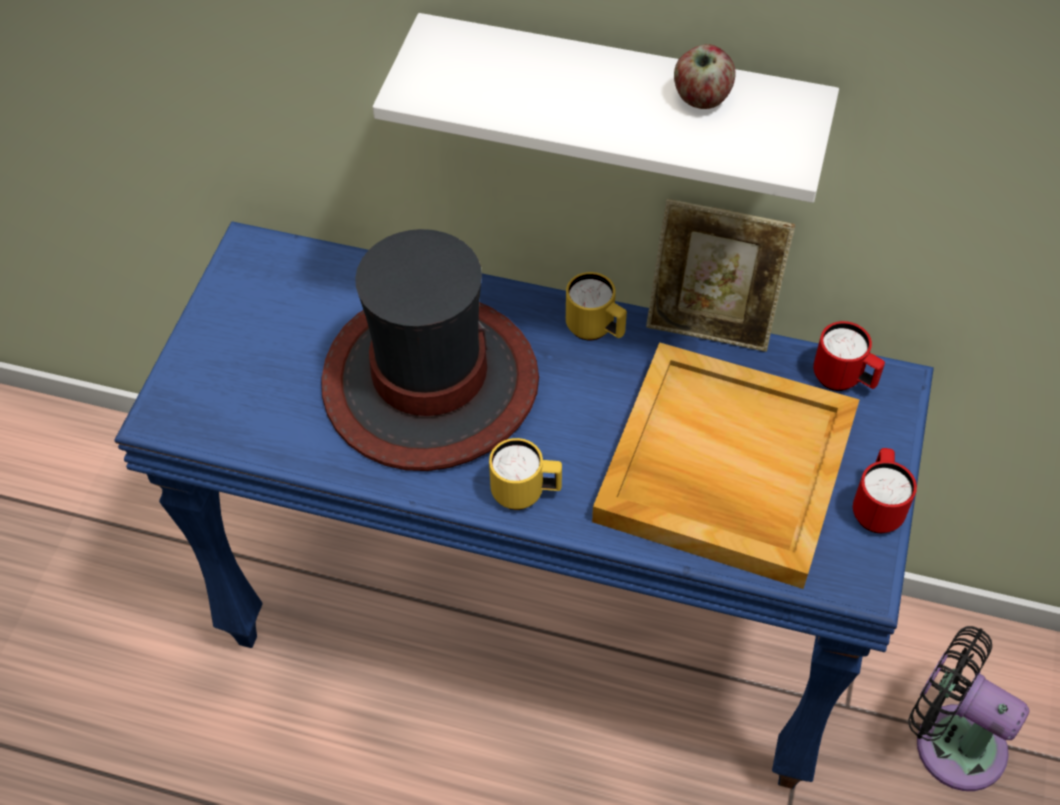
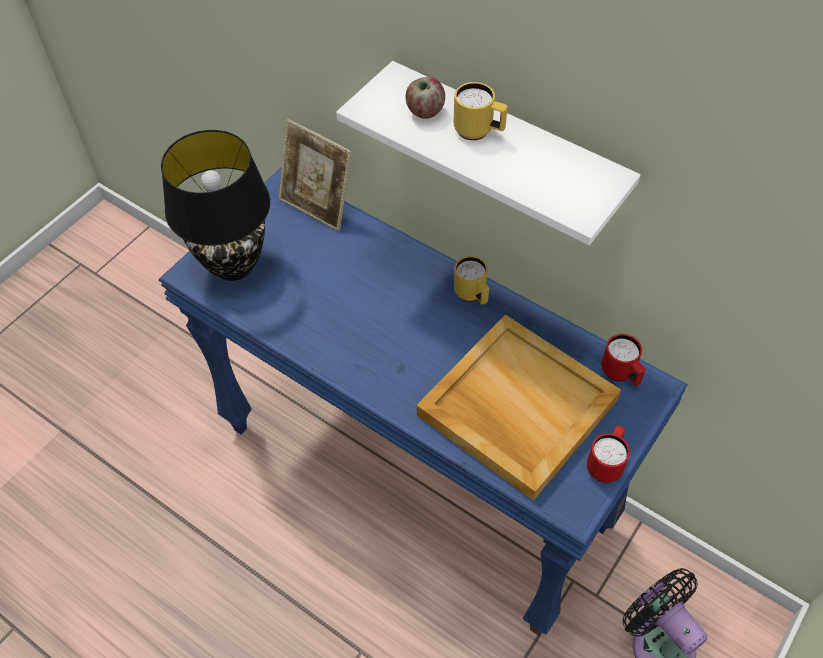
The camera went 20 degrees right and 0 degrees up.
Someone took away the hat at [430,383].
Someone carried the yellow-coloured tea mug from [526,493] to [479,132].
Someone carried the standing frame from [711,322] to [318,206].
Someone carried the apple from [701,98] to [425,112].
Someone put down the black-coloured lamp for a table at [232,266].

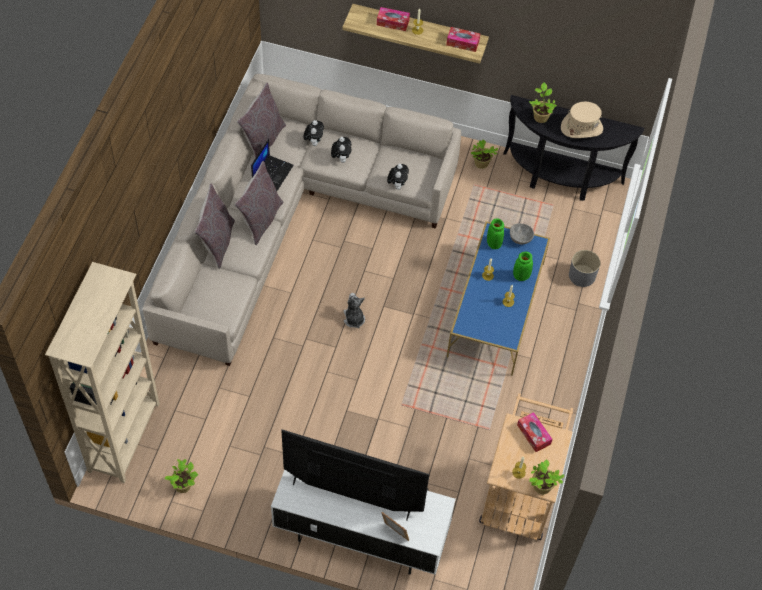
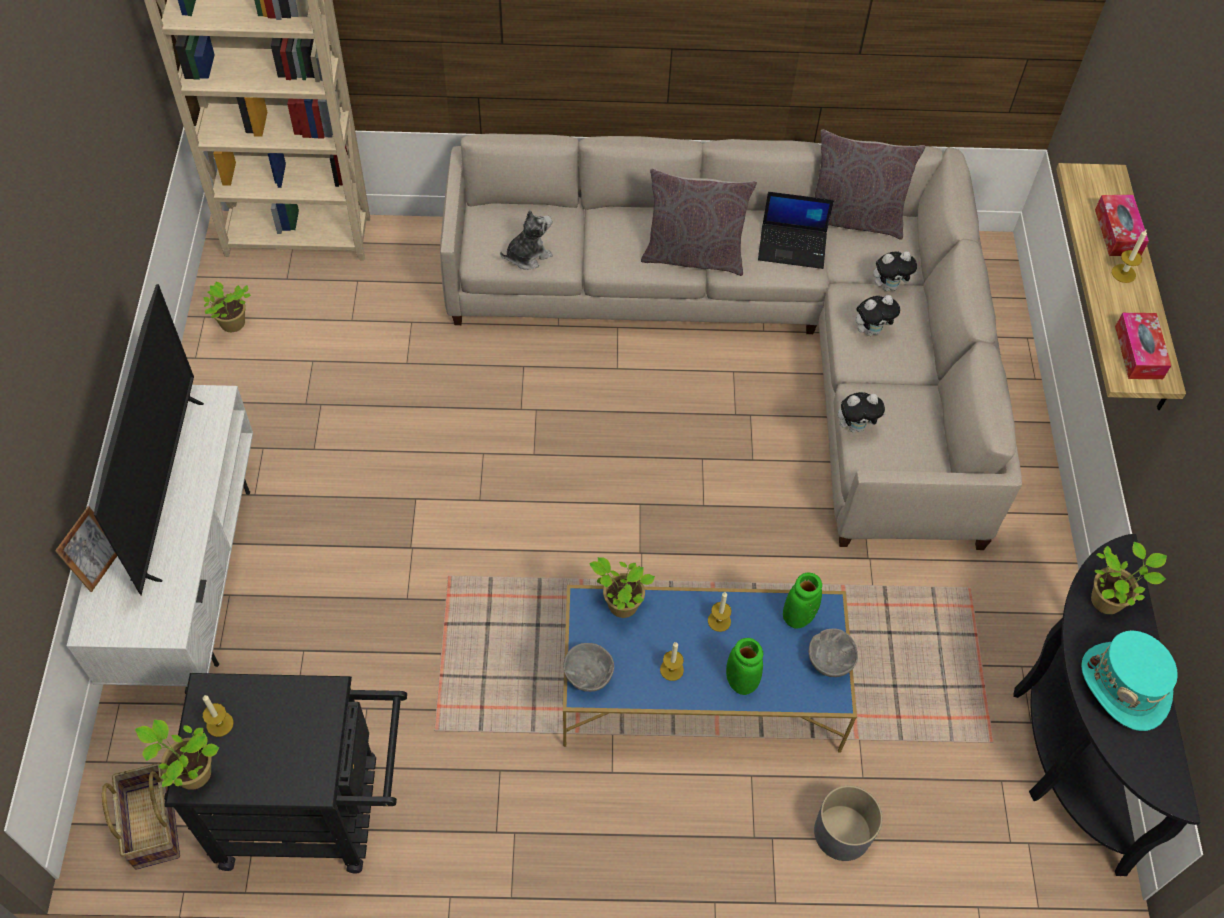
The camera went 75 degrees right and 0 degrees up.
Someone took away the greyish cushion at [217,242].
Someone carried the cuddly toy from [354,319] to [528,255].
Someone carried the plant in a pot from [481,164] to [620,604].
Someone repainted the beige-coloured wheeled cart at [519,492], which became the black-coloured wheeled cart at [315,811].
Someone took away the tissue box at [533,434].
Someone repainted the beige-coloured hat at [581,128], which became the blue-green hat at [1124,687].
Someone put down the household basket at [151,824].
Someone put down the greyish bowl at [589,675].

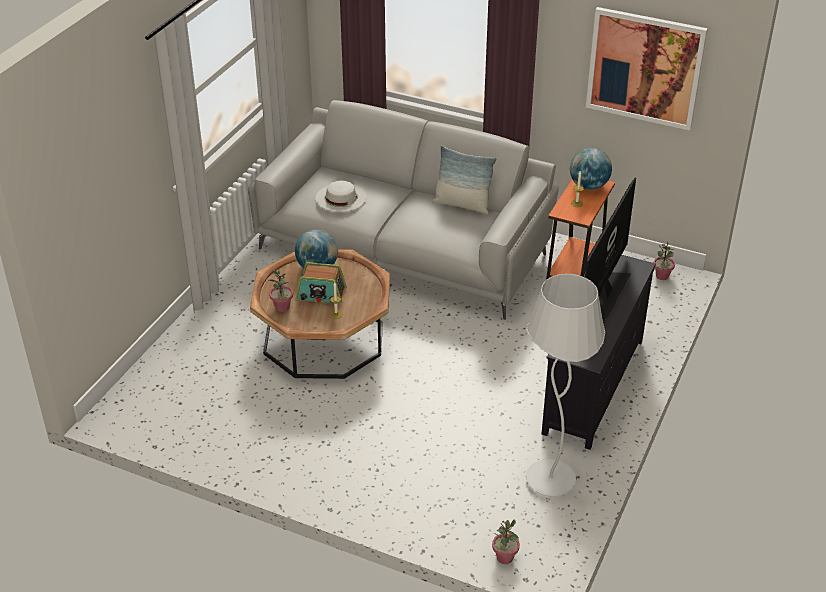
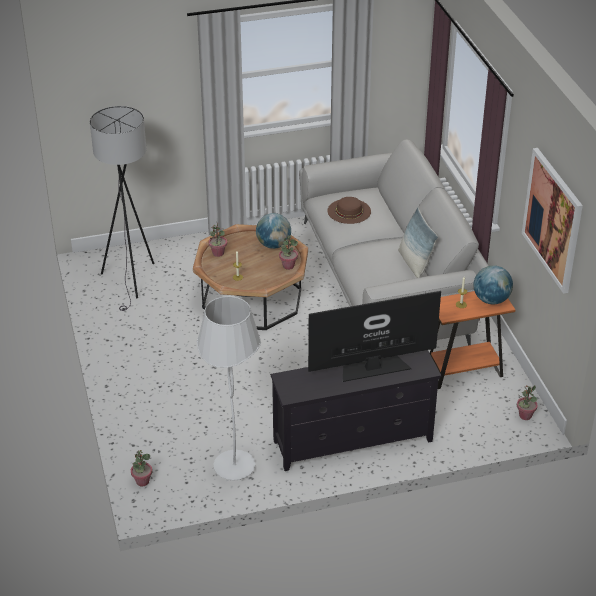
The camera went 50 degrees right and 0 degrees up.
Someone took away the radio receiver at [321,294].
Someone repainted the white-coloured hat at [341,197], which became the brownish hat at [349,211].
Someone put down the greyish floor lamp at [132,281].
Someone put down the plant in a pot at [288,266].

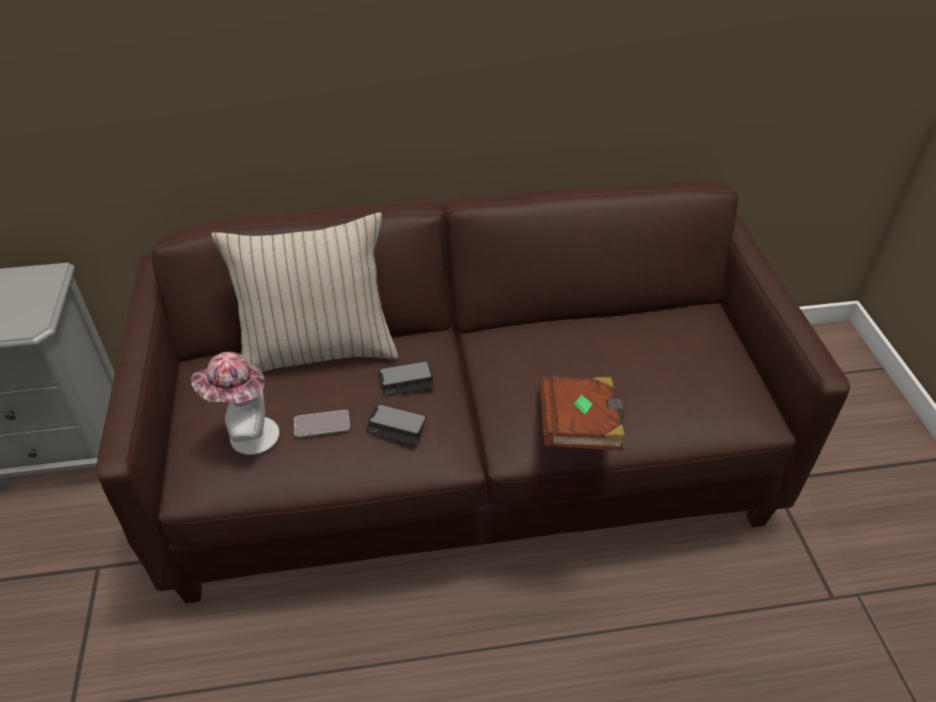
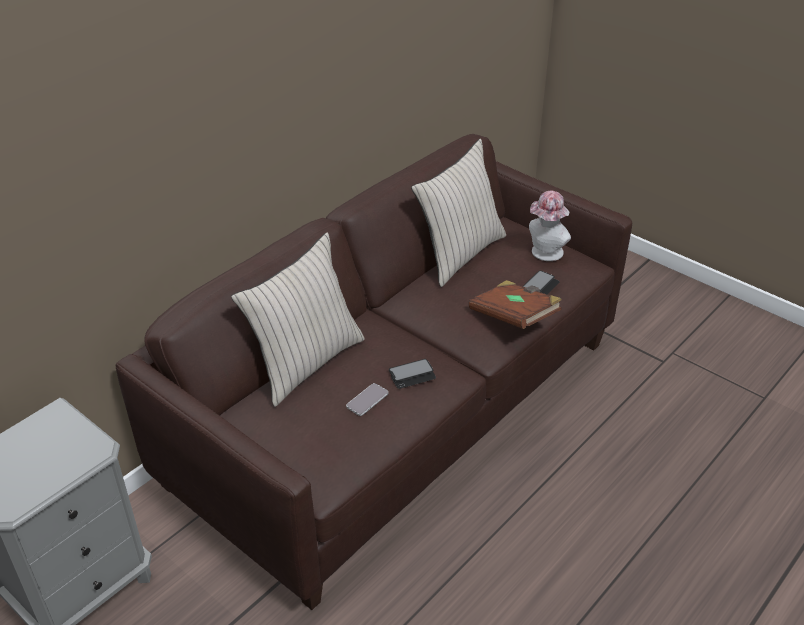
The camera went 40 degrees left and 5 degrees down.
Someone carried the hat from [247,436] to [545,254].
Someone carried the phone from [406,379] to [540,286].
Someone put down the beige-coloured cushion at [459,254].

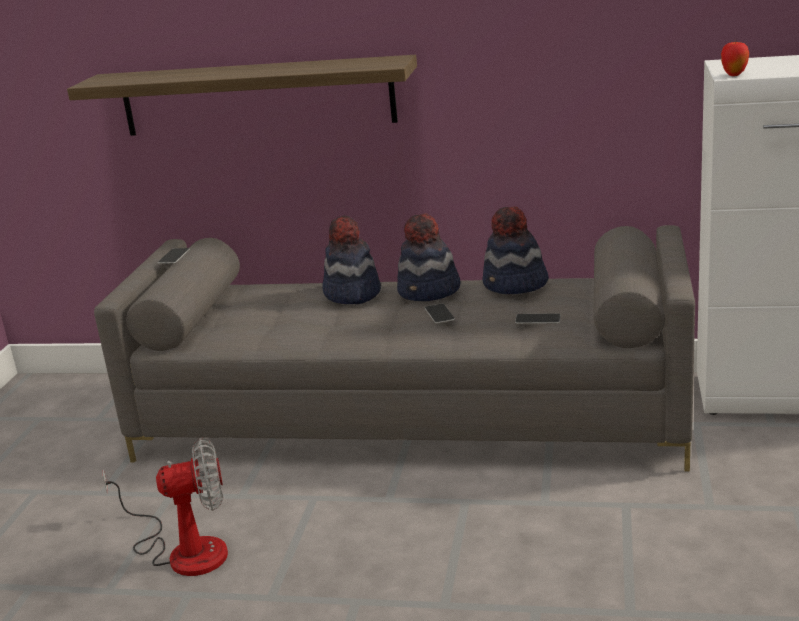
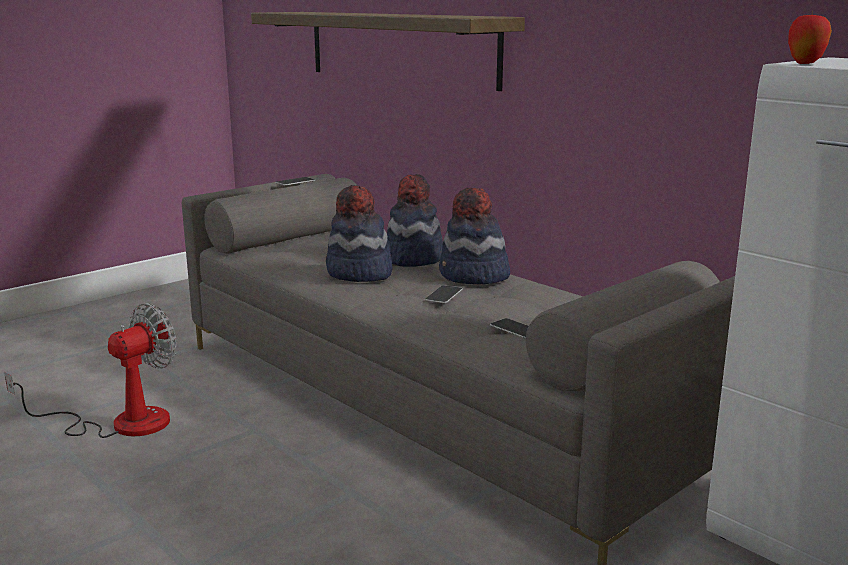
The camera went 35 degrees right and 5 degrees down.
Someone rotated the fan at [184,550] by 75 degrees counterclockwise.
Someone carried the hat from [515,285] to [359,273].

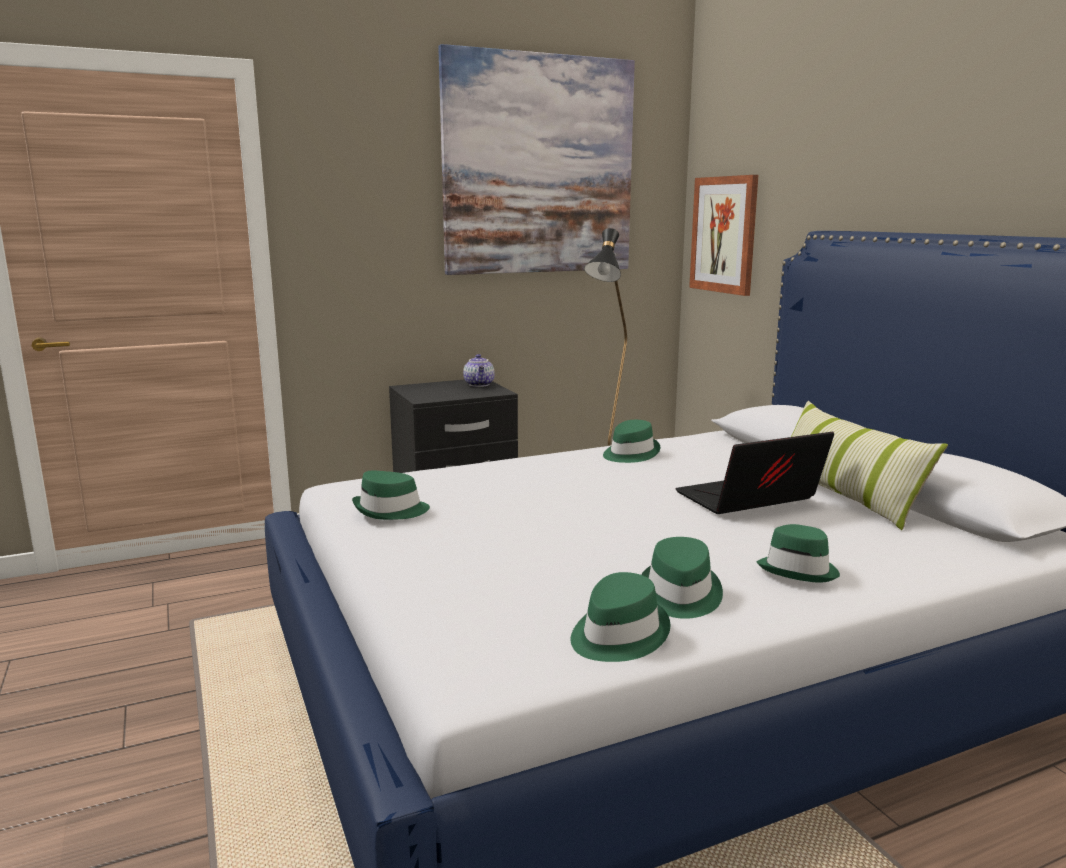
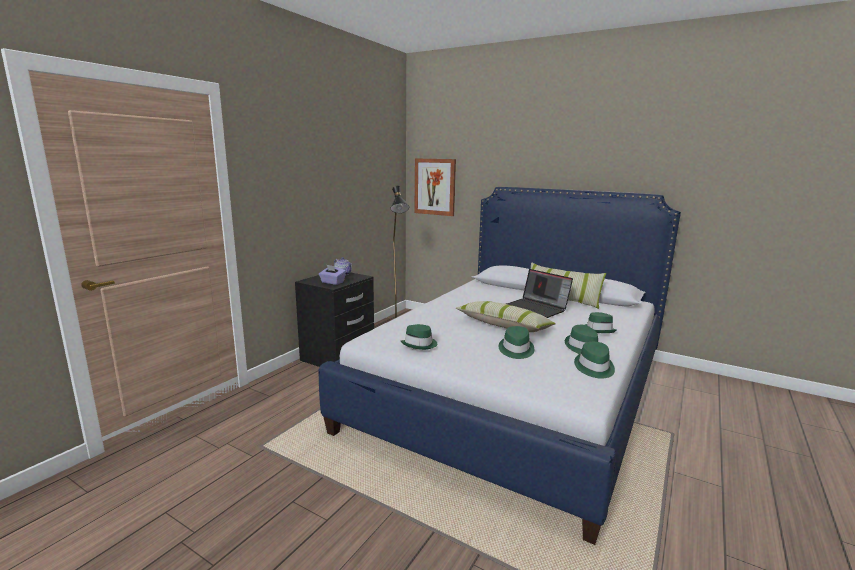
The camera went 35 degrees left and 0 degrees up.
Someone took away the wall art at [539,166].
Someone carried the greenish hat from [629,454] to [515,350].
Someone rotated the portable computer at [748,500] by 75 degrees counterclockwise.
Someone put down the purple-coloured tissue box at [332,282].
Someone put down the cushion at [504,326].

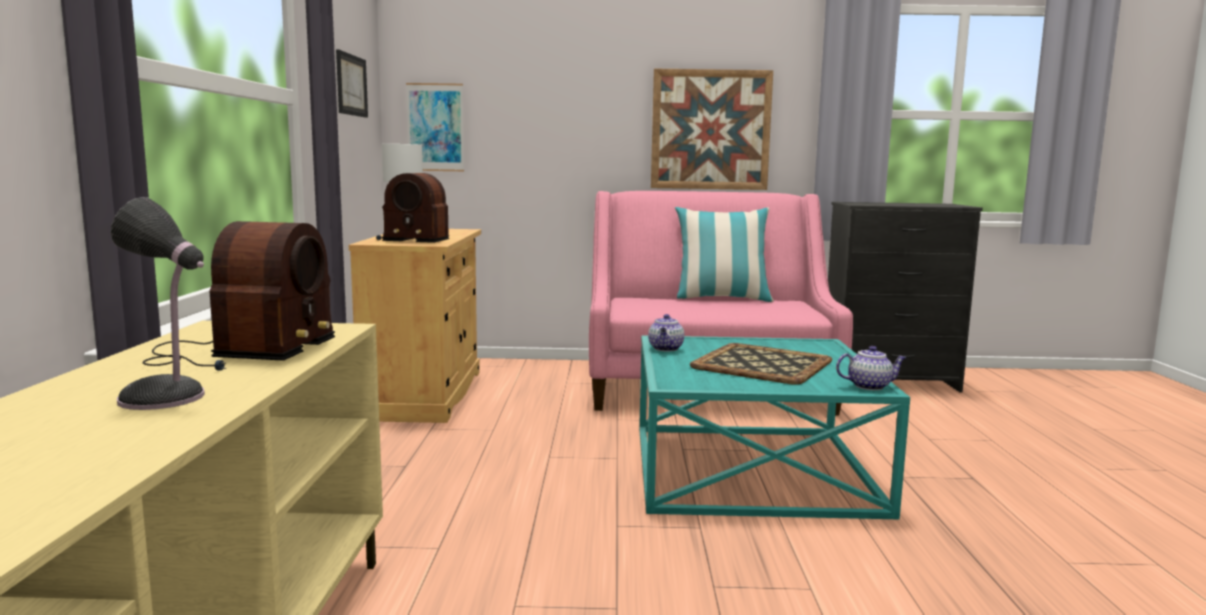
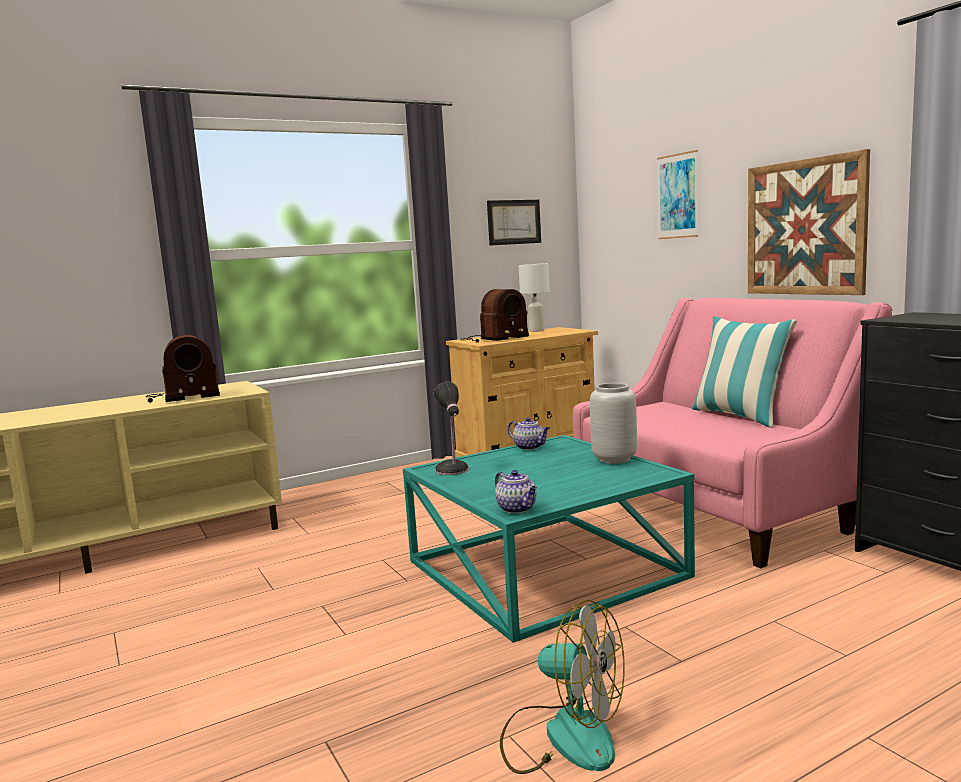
The camera went 60 degrees right and 0 degrees up.
Someone carried the lamp for a table from [166,398] to [452,470].
Someone rotated the radio receiver at [413,240] by 105 degrees counterclockwise.
Someone carried the wall art from [435,127] to [678,196].
Someone rotated the tea pot at [666,349] by 120 degrees counterclockwise.
Someone took away the tray at [763,364].
Someone put down the fan at [562,736].
Someone put down the greyish vase at [615,459].

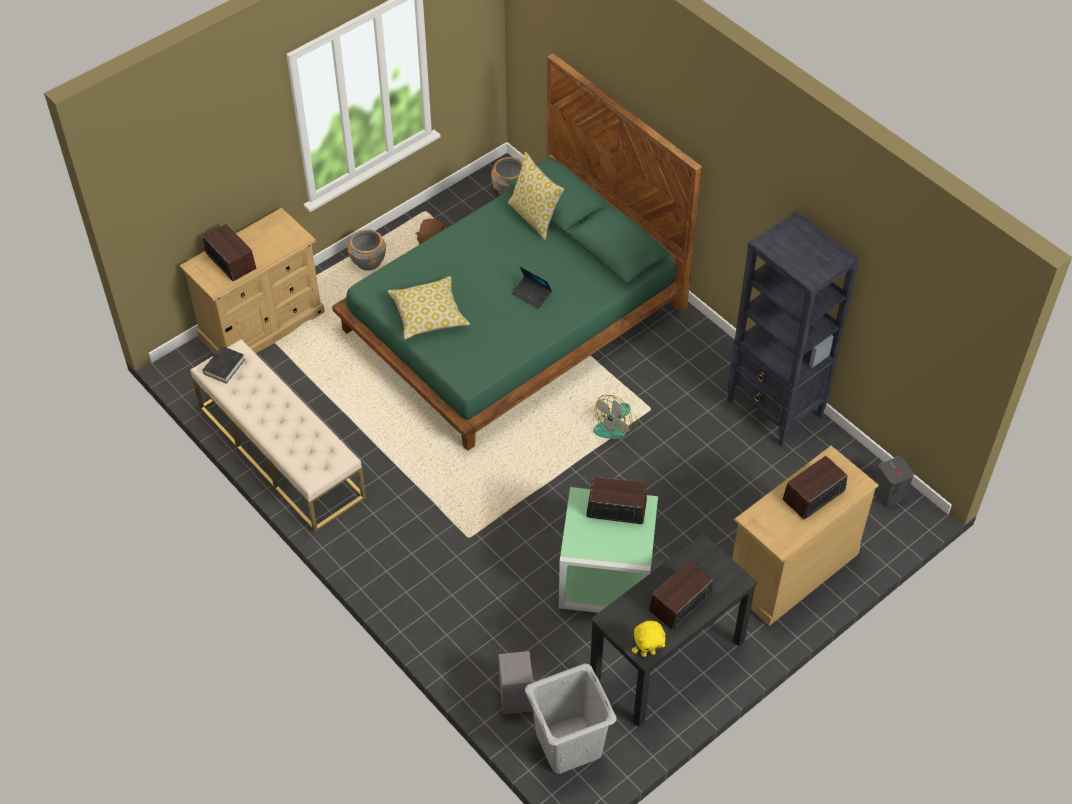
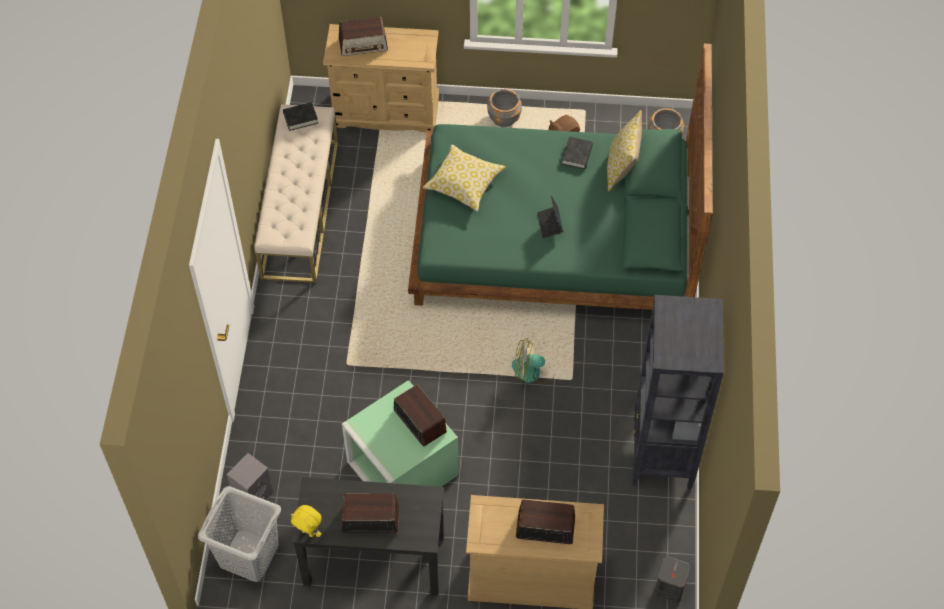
The camera went 45 degrees right and 5 degrees up.
Someone rotated the radio receiver at [230,260] by 75 degrees clockwise.
Someone put down the black-coloured volume at [577,155].

